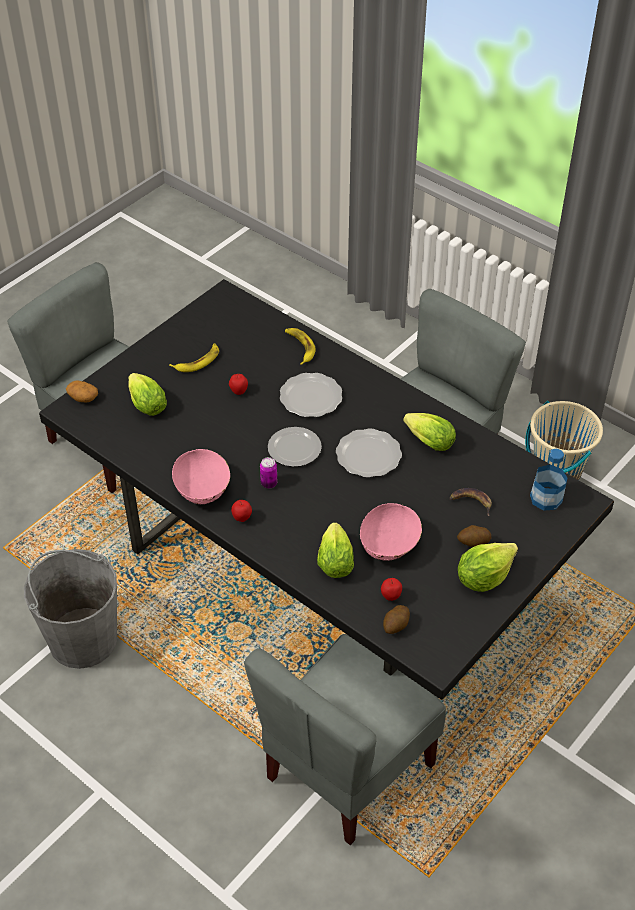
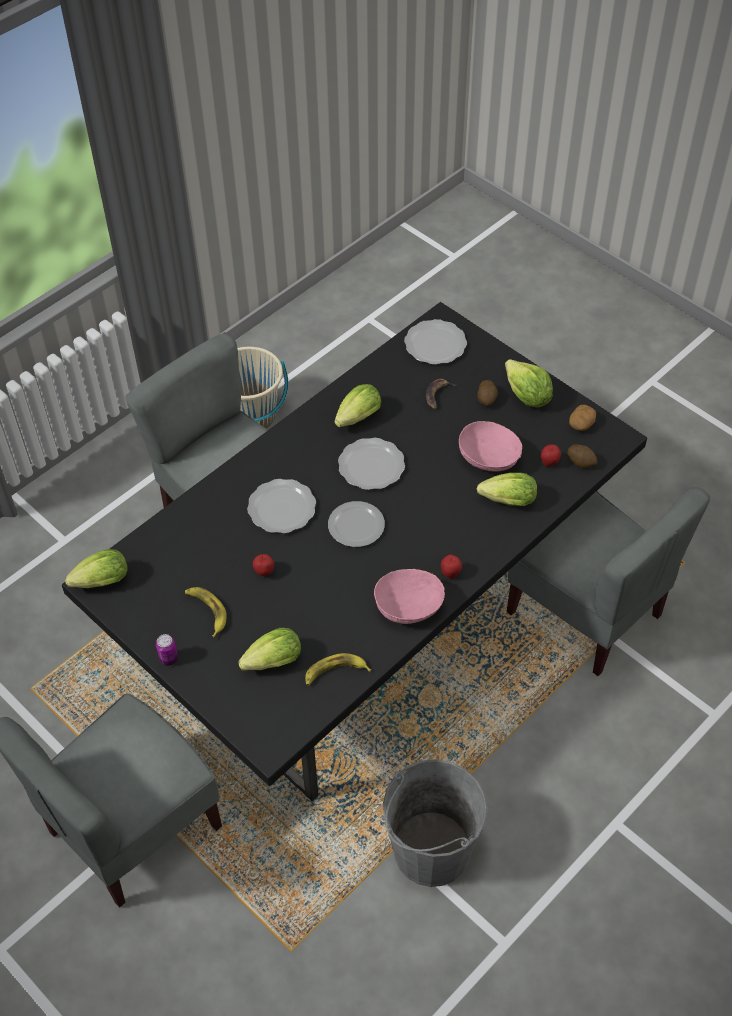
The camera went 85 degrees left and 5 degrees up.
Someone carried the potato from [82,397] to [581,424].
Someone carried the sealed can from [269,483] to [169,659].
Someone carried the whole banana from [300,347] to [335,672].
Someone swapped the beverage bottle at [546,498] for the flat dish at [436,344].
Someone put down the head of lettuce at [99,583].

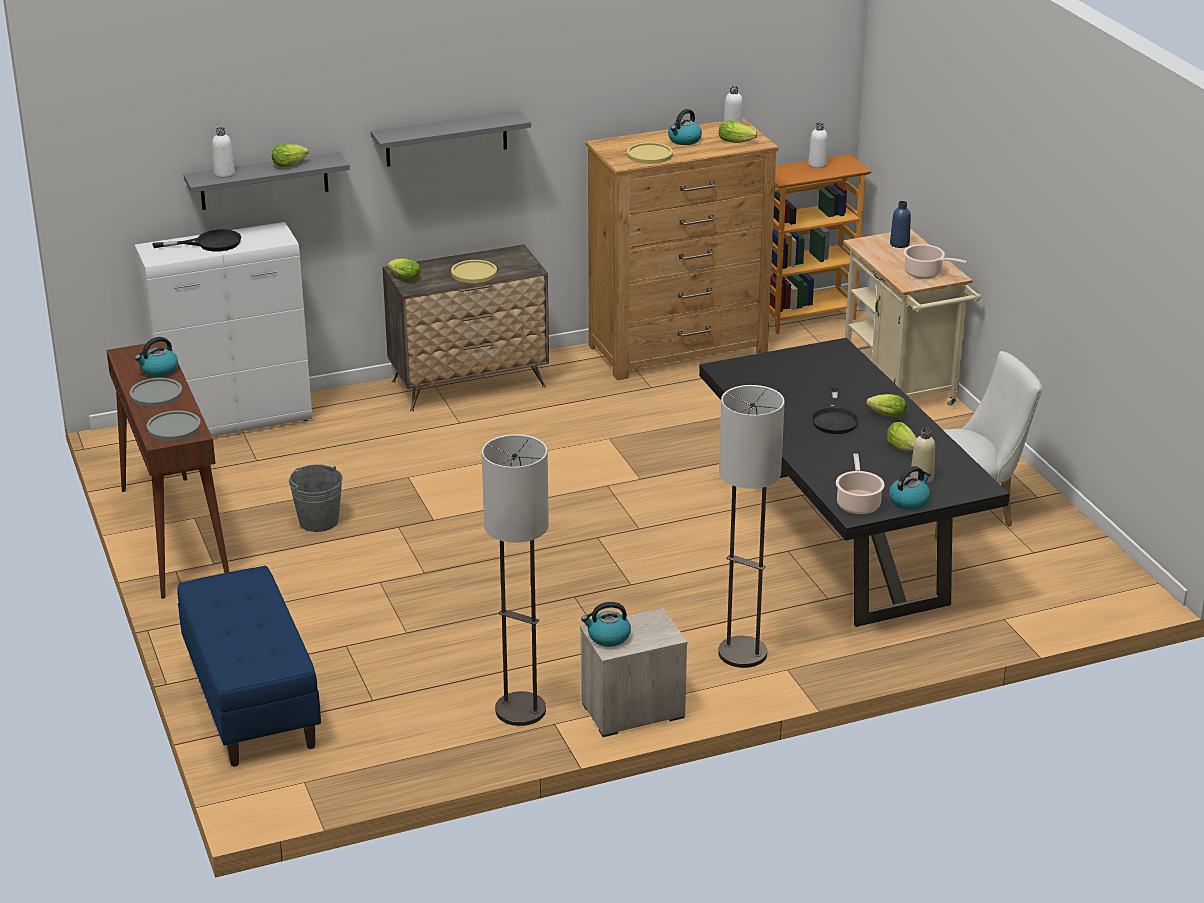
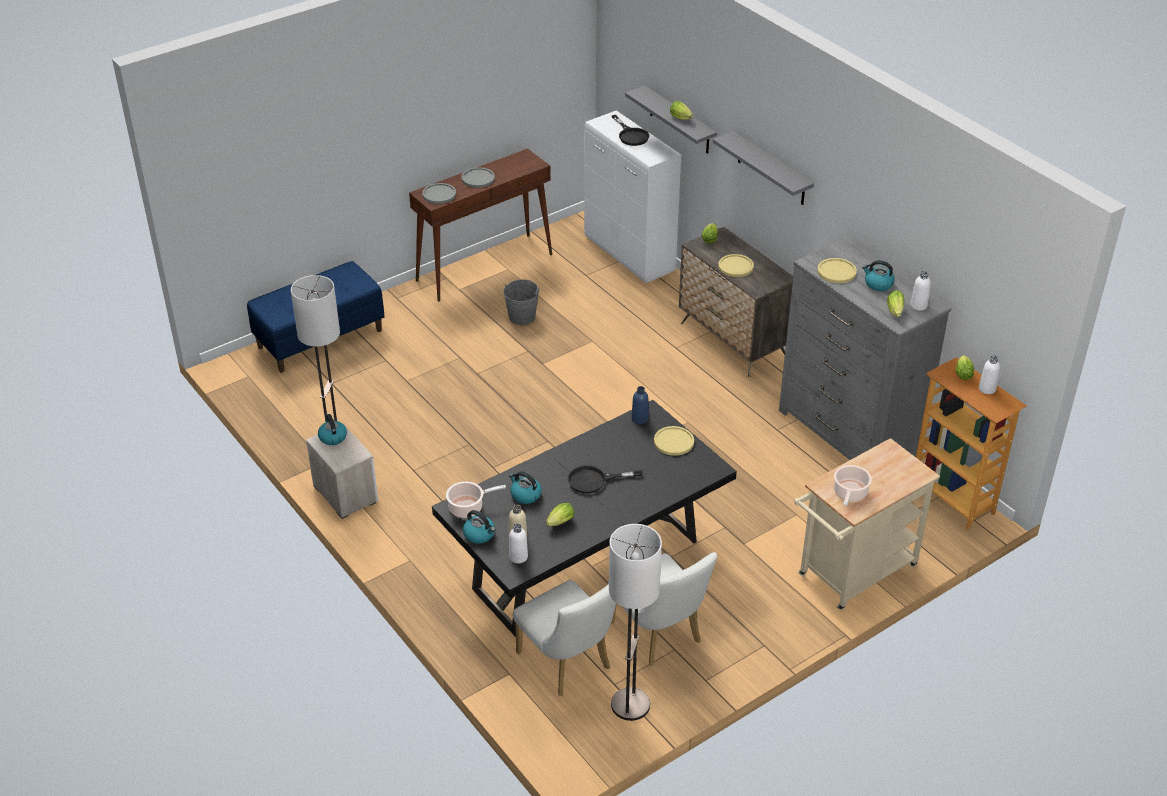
The camera went 75 degrees right and 10 degrees up.
Someone carried the kettle from [158,370] to [525,495].
Someone carried the white-coloured beverage bottle from [224,174] to [518,557].
Someone repainted the brownish dresser at [678,349], which became the greyish dresser at [848,434].
Someone carried the floor lamp from [742,653] to [630,704].
Someone carried the head of lettuce from [885,415] to [962,373].
Someone carried the blue beverage bottle from [899,244] to [640,418].
Someone put down the white-coloured plain chair at [568,664].
Someone put down the yellow-coloured flat dish at [673,442].

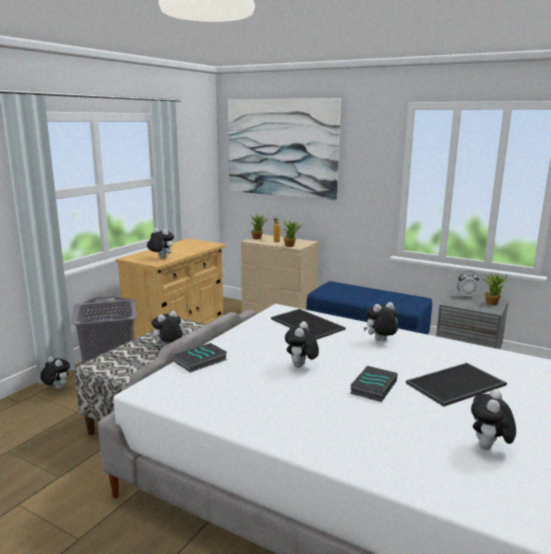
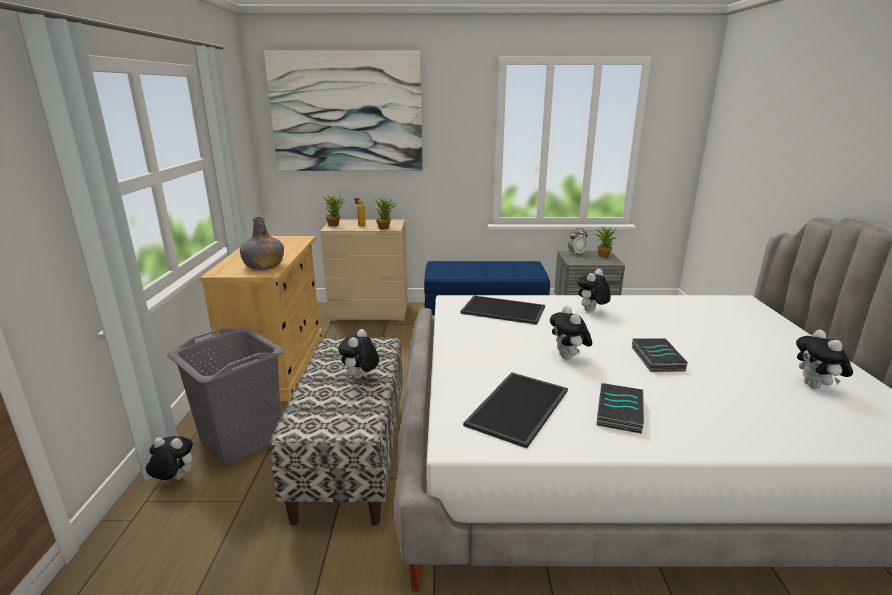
The camera went 30 degrees left and 5 degrees up.
Someone swapped the cuddly toy at [161,258] for the greyish beverage bottle at [263,265].
Someone carried the volume from [200,361] to [621,412].
Someone carried the tray from [456,385] to [519,408].

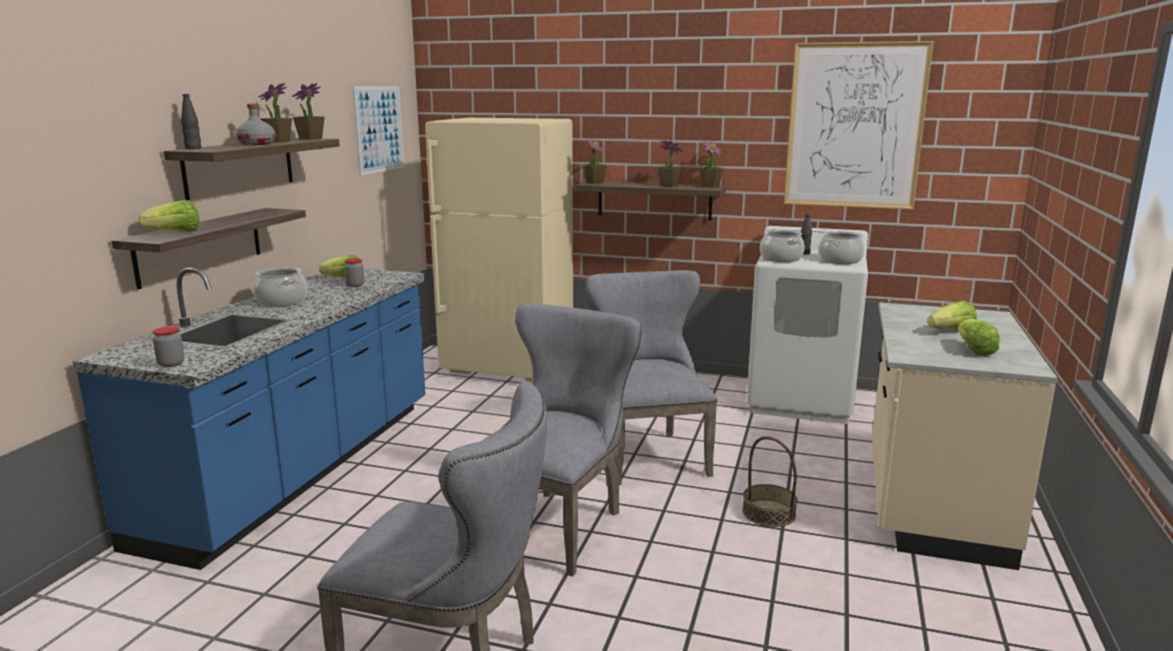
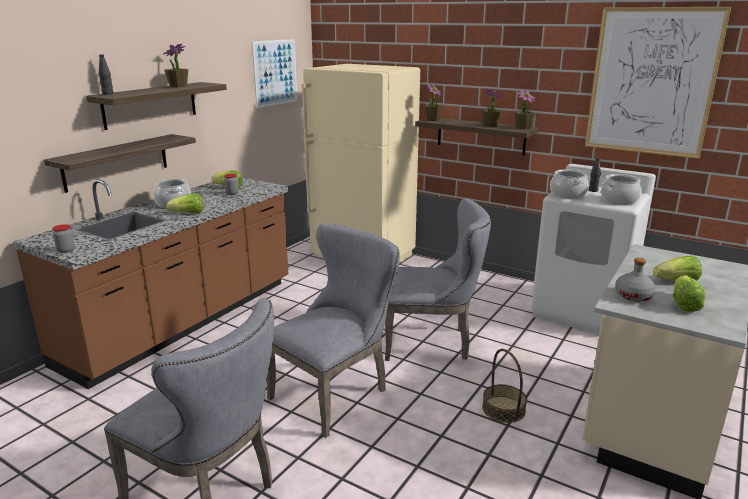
The camera went 15 degrees right and 5 degrees up.
Someone repainted the blue kitchen base unit at [300,469], which became the brownish kitchen base unit at [184,321].
Someone carried the head of lettuce from [175,233] to [188,213].
Someone carried the greyish beverage bottle from [257,144] to [633,296].
Someone took away the plant in a pot at [310,139].
Someone rotated the greyish plain chair at [648,453] by 90 degrees clockwise.

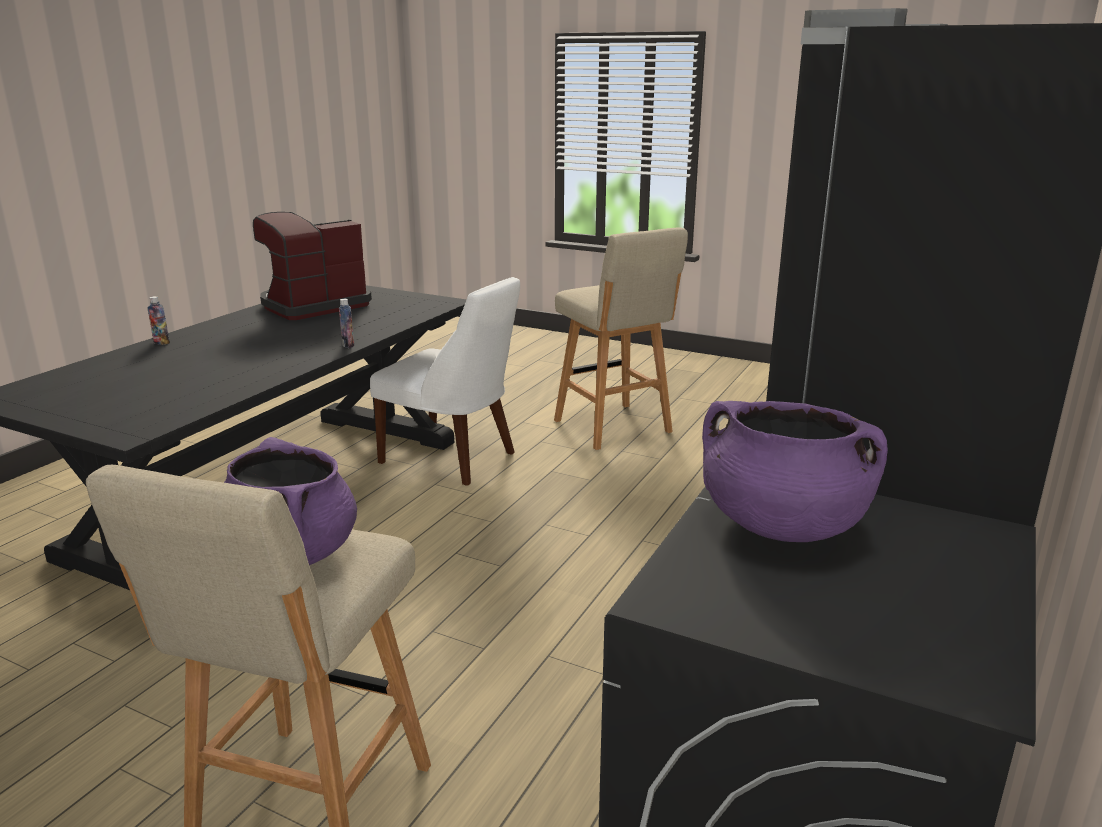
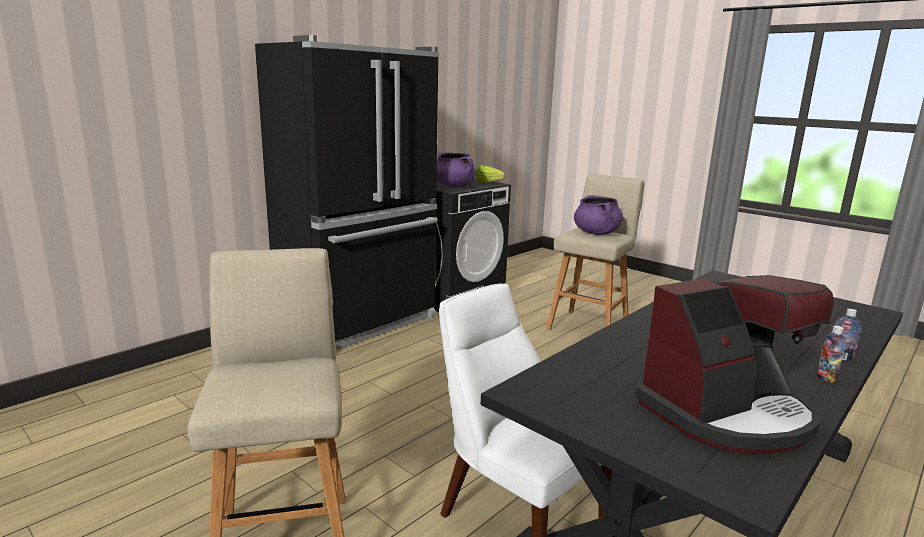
The camera went 165 degrees left and 5 degrees down.
Someone carried the beverage bottle from [348,345] to [826,378].
Someone put down the head of lettuce at [490,183].

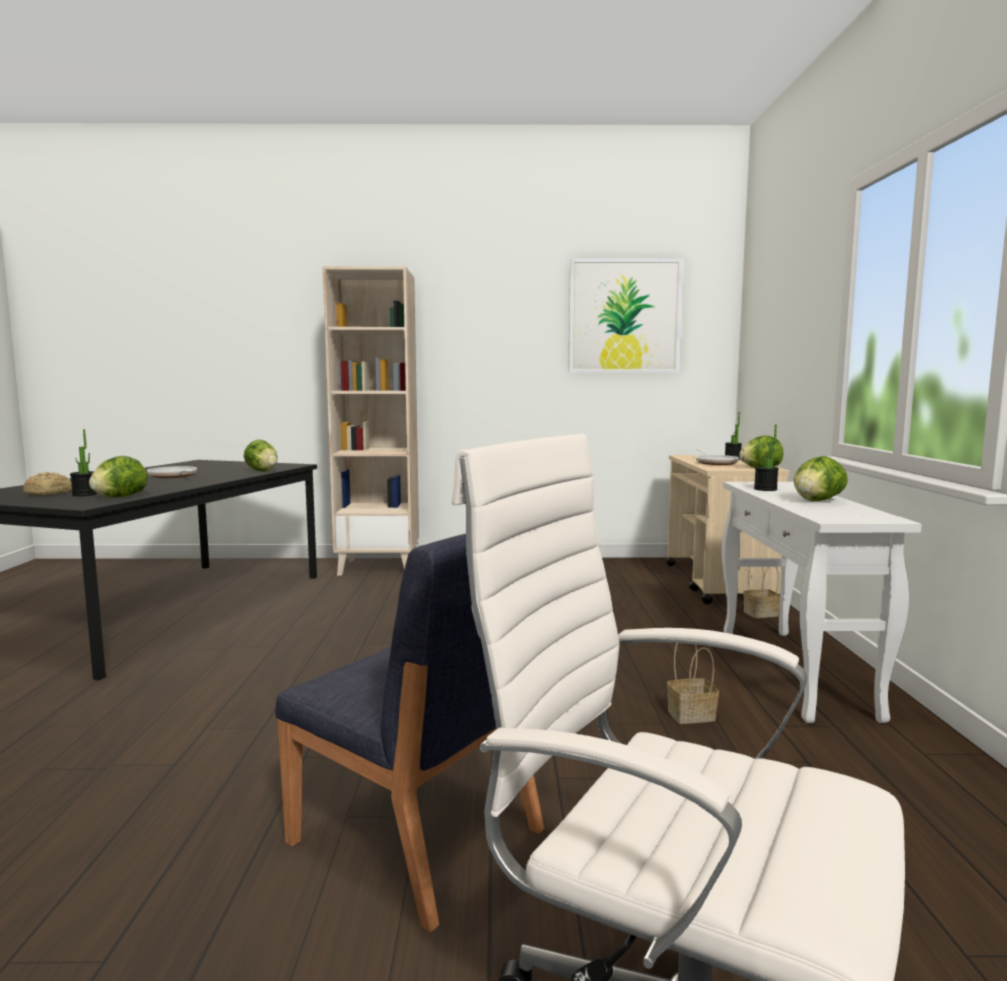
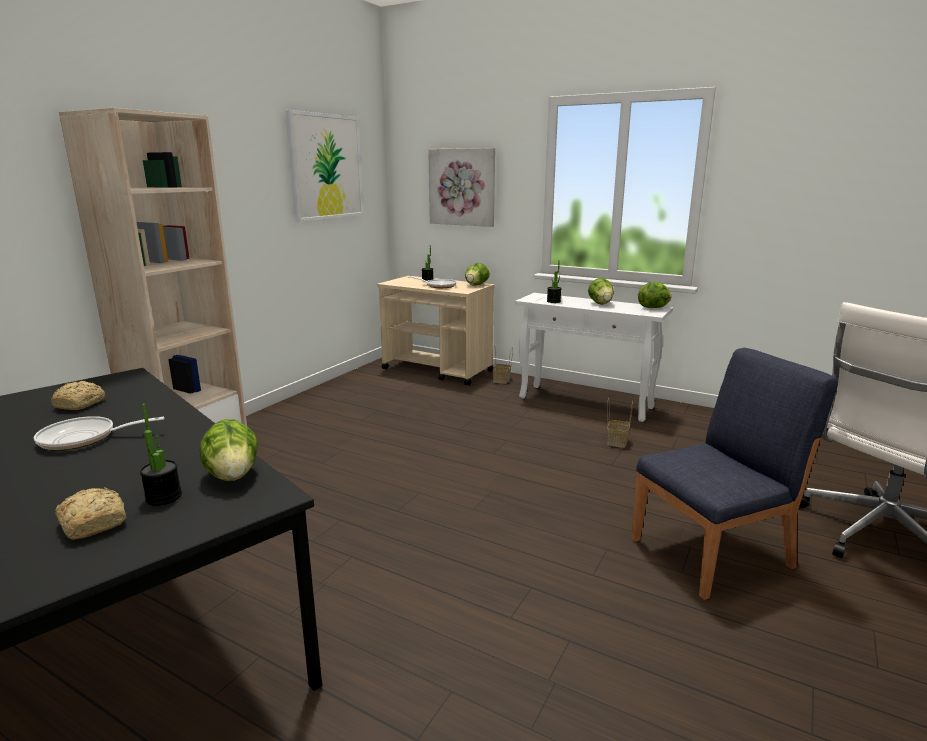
The camera went 60 degrees left and 10 degrees up.
Someone carried the head of lettuce from [262,471] to [654,308].
Someone put down the bakery bread at [81,404].
Someone put up the wall art at [462,187].

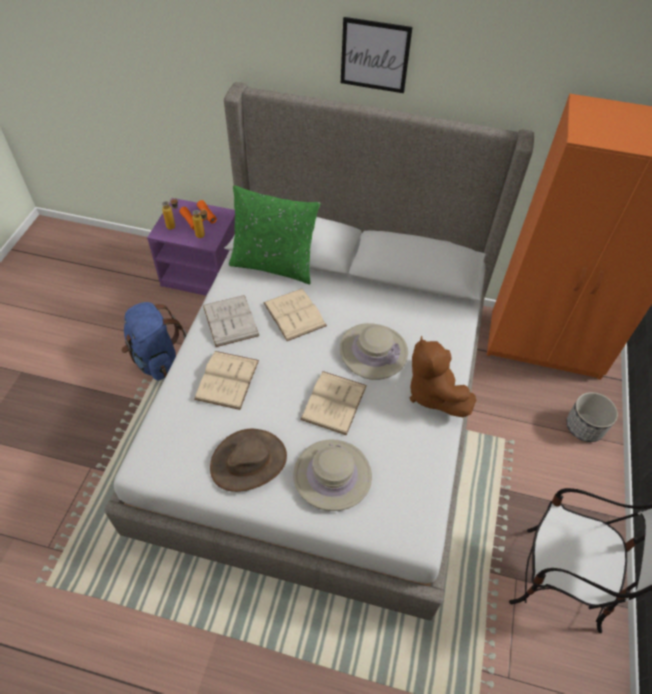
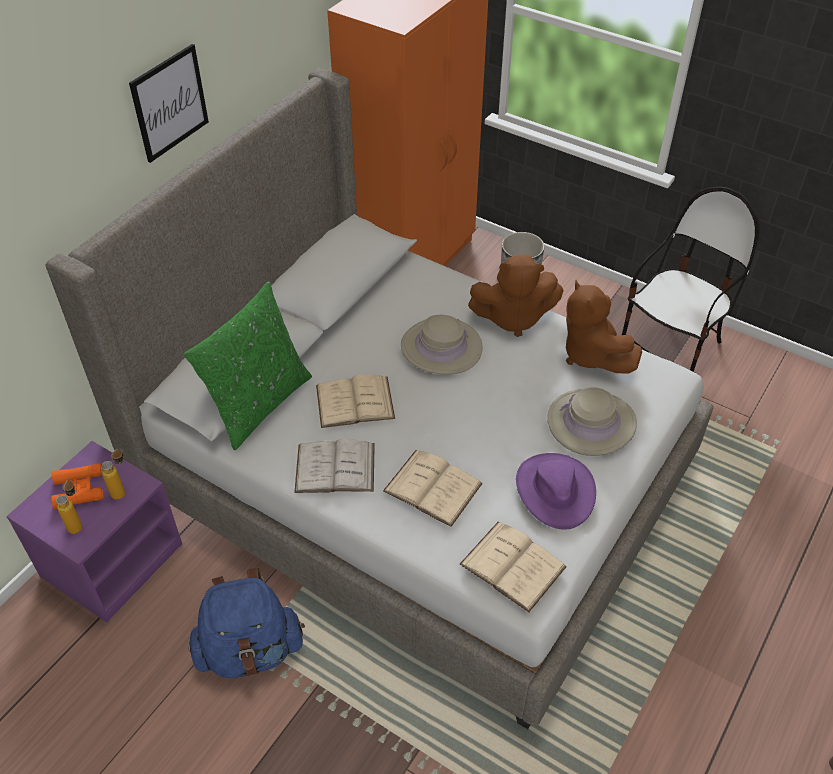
The camera went 70 degrees left and 5 degrees down.
Someone repainted the brownish hat at [248,461], which became the purple-coloured hat at [554,490].
Someone carried the beige-coloured volume from [334,402] to [513,565].
Someone put down the brownish cuddly toy at [591,354].

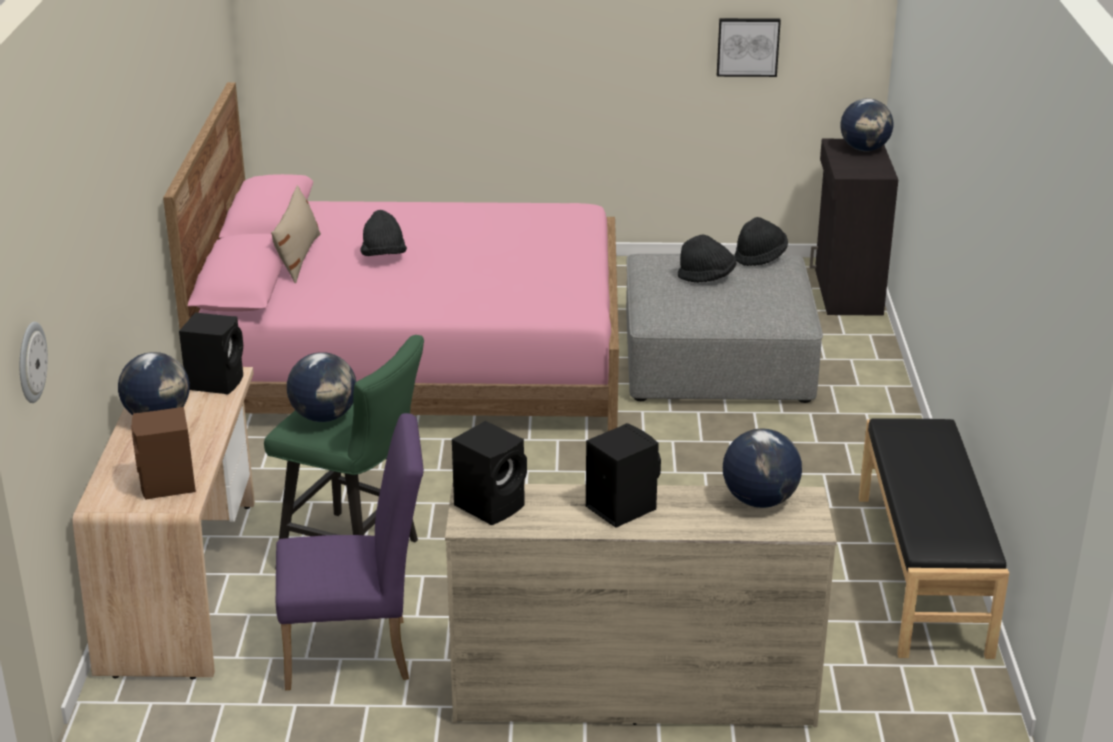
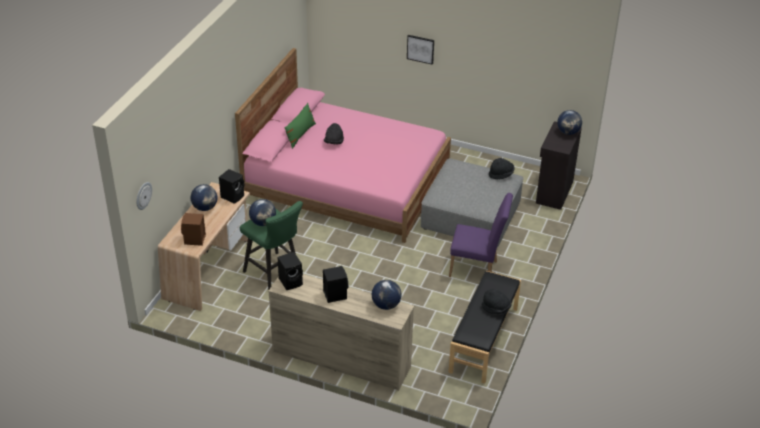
The camera went 20 degrees right and 10 degrees up.
Someone repainted the beige-coloured cushion at [298,257], which became the greenish cushion at [300,135].
Someone carried the purple-coloured plain chair from [358,653] to [477,269].
Someone carried the black-coloured hat from [707,277] to [496,309].
Someone carried the wall art from [748,46] to [420,49].

